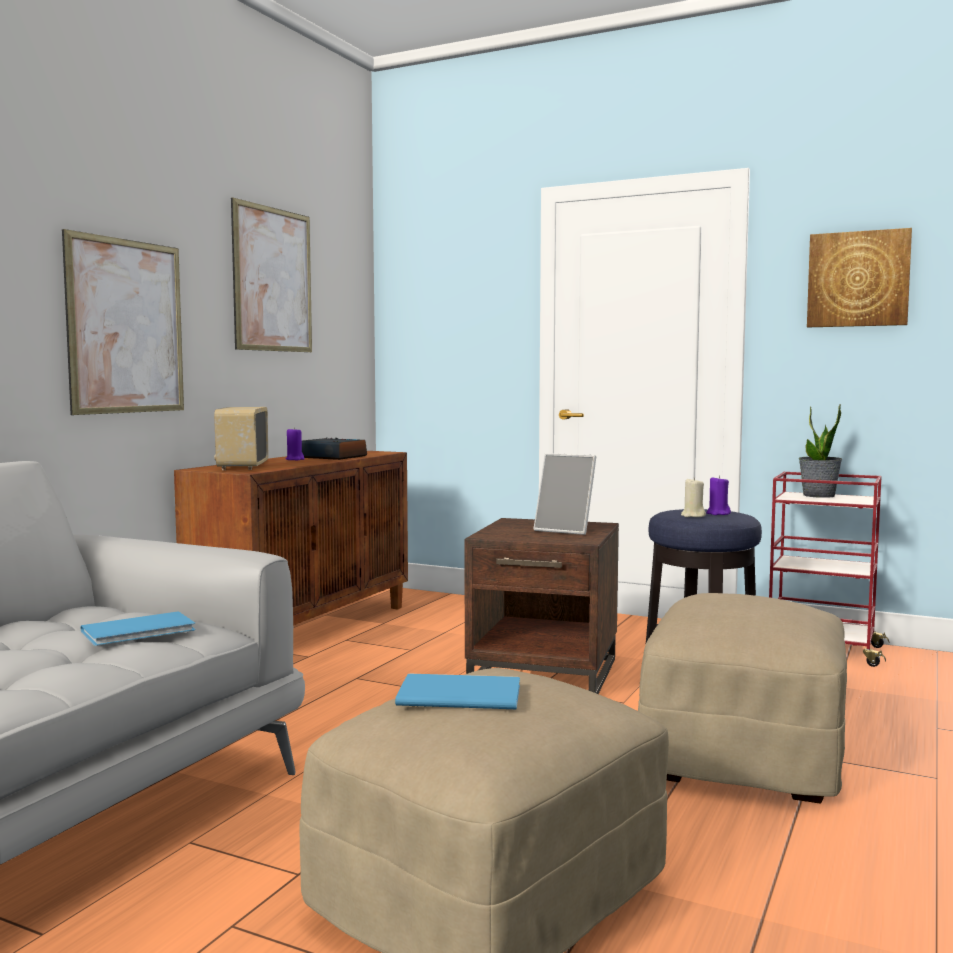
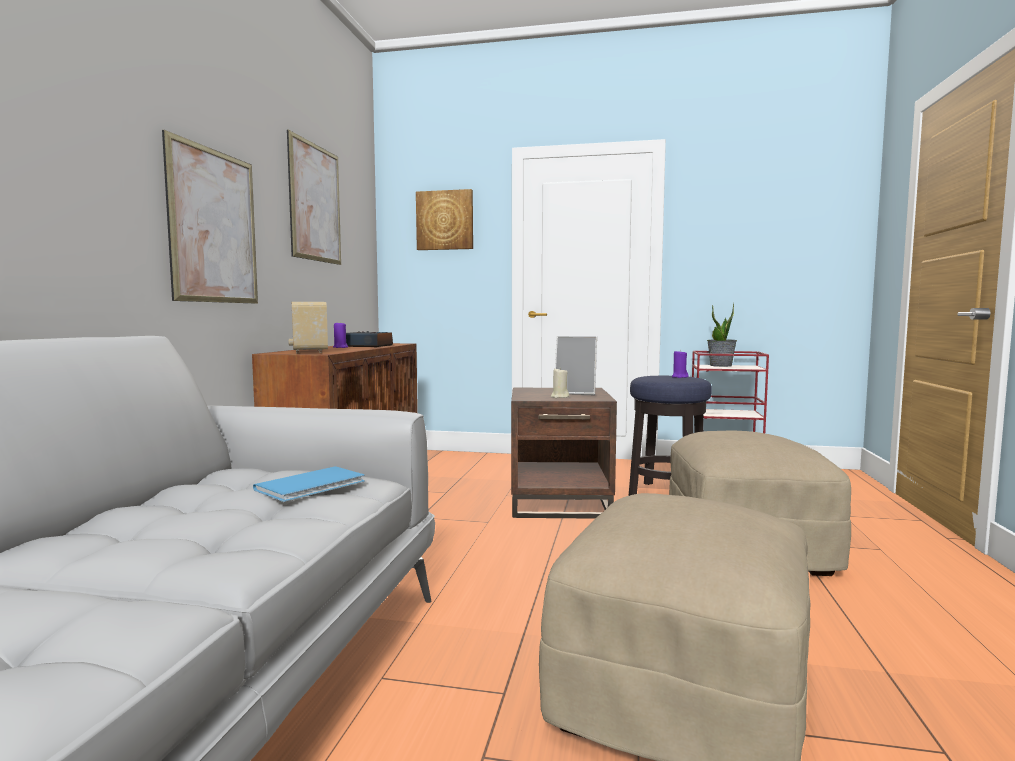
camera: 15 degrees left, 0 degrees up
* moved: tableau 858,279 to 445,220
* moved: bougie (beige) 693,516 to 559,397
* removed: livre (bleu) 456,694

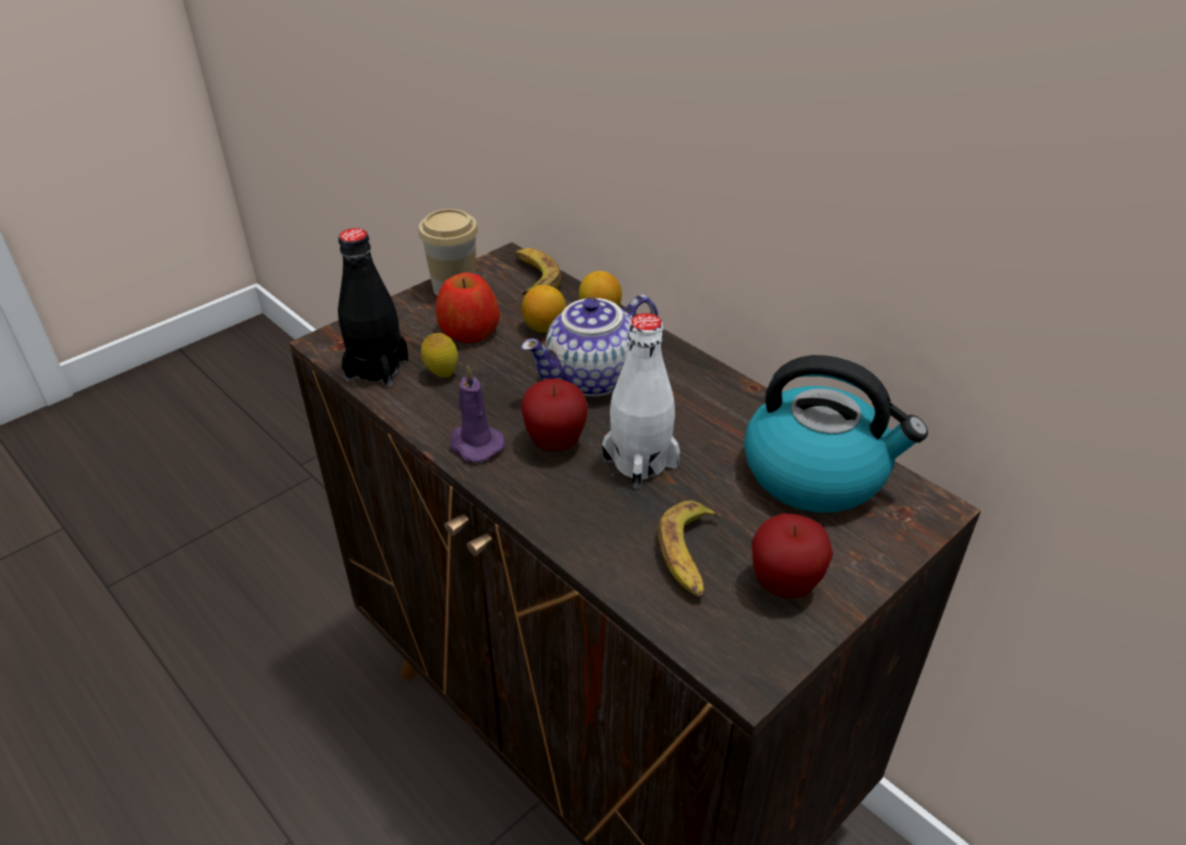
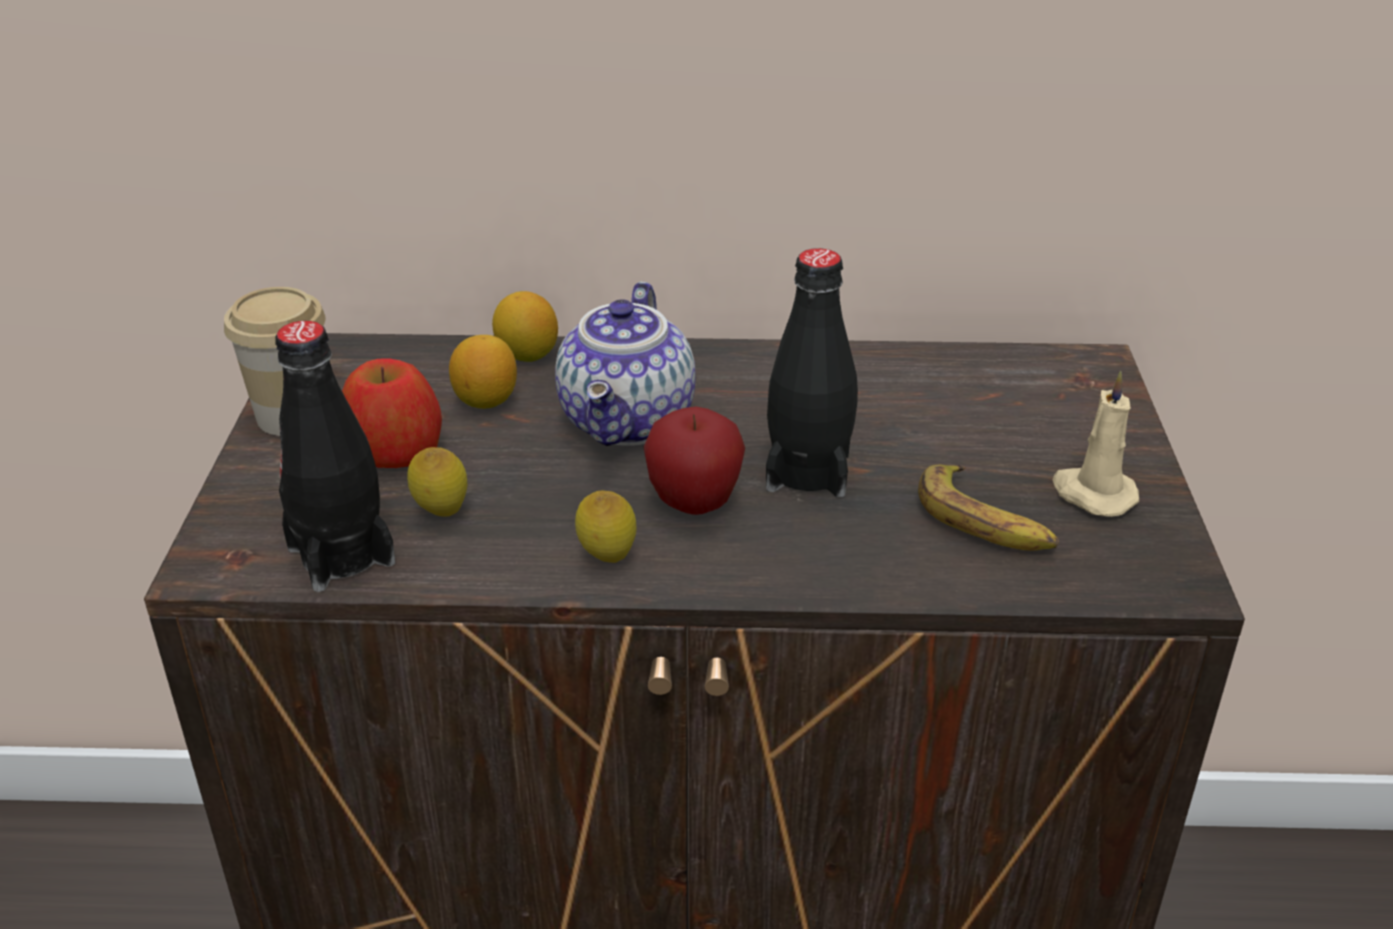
camera: 45 degrees left, 5 degrees down
* removed: banane 533,278
* recoloured: bouteille (blanc) 640,462 to bouteille (noir) 807,471
* removed: bouilloire 817,472
* replaced: bougie (violet) 474,444 to citron 607,559
* replaced: pomme 784,585 to bougie (beige) 1092,494

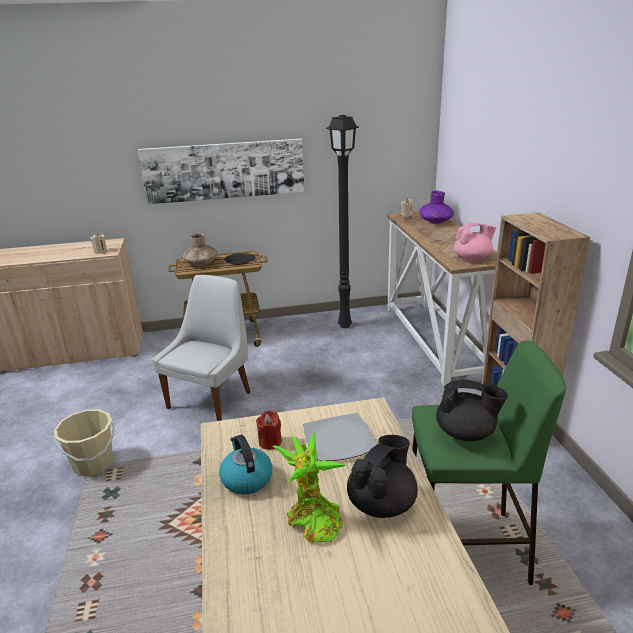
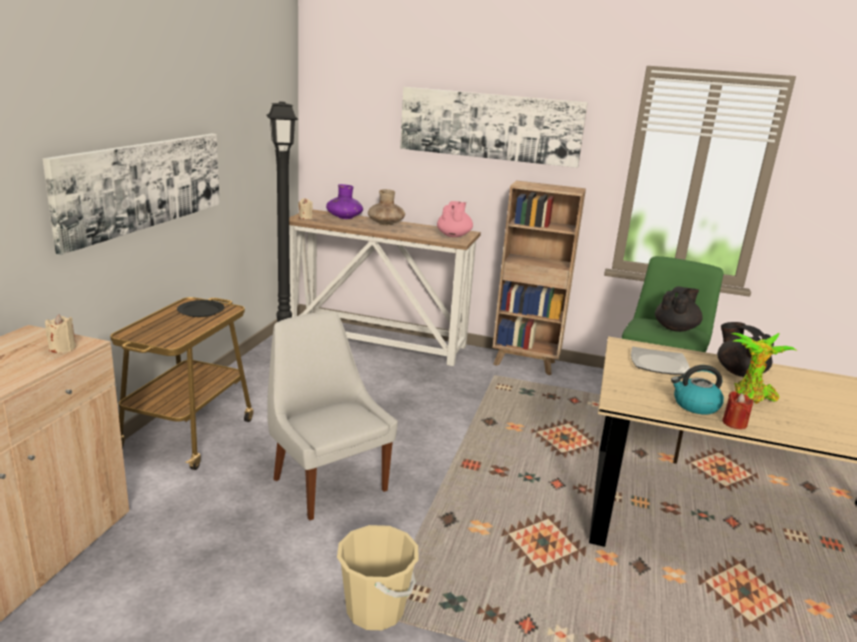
camera: 65 degrees left, 5 degrees down
* moved: vase (marron) 201,264 to 386,223
* moved: bougie (rouge) 270,442 to 734,423
* added: tableau 490,126

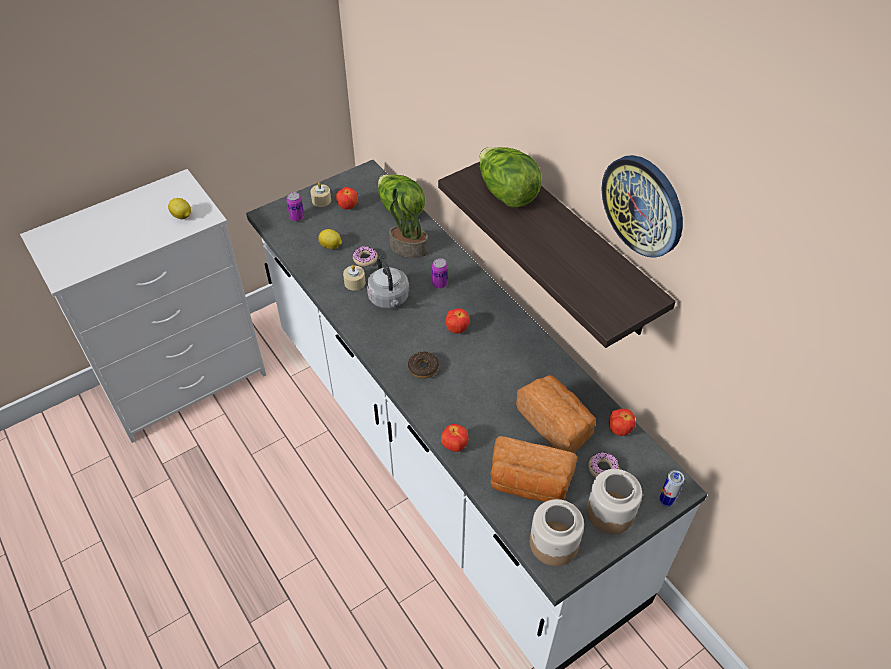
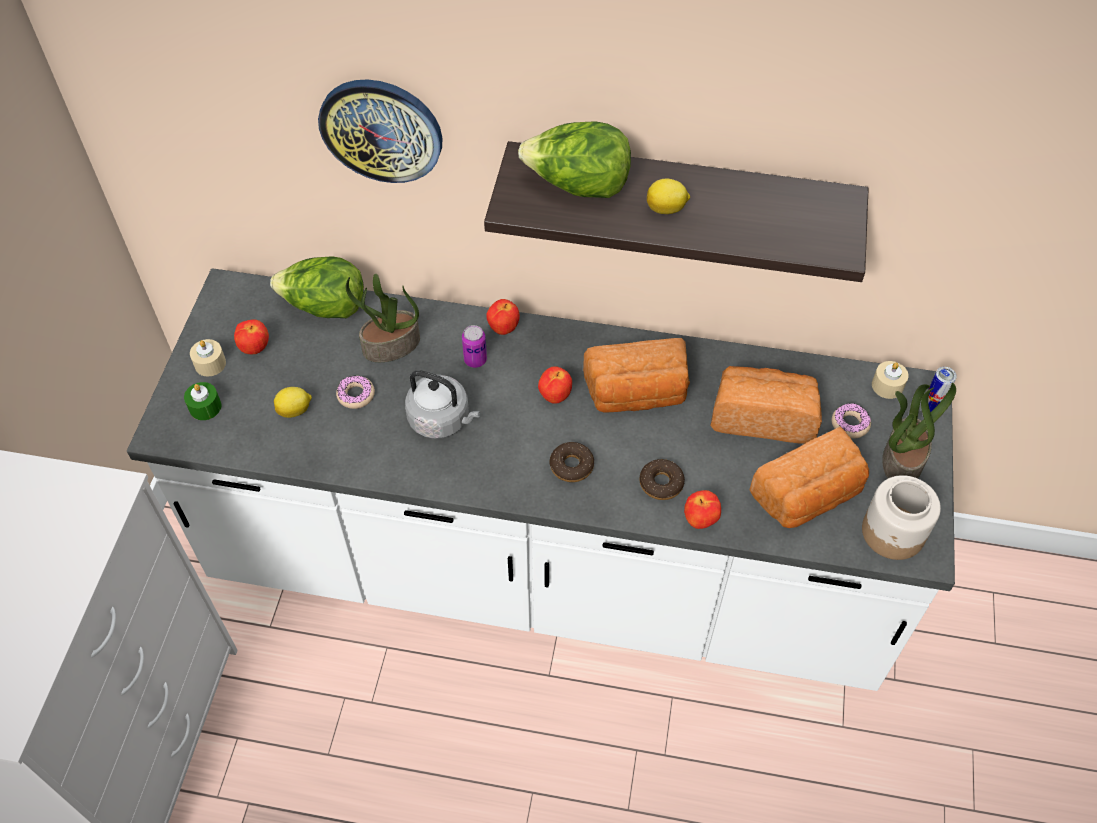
camera: 45 degrees left, 5 degrees up
* moved: horloge murale 643,205 to 381,130
* replaced: boîte métallique 297,217 to bougie (vert) 205,407
* moved: citron 182,216 to 666,209
* moved: bougie (beige) 354,282 to 887,386
* moved: pomme 619,430 to 503,328
* replaced: bocal 610,511 to plante en pot 901,459
* added: pain 637,394
* added: beignet 661,483

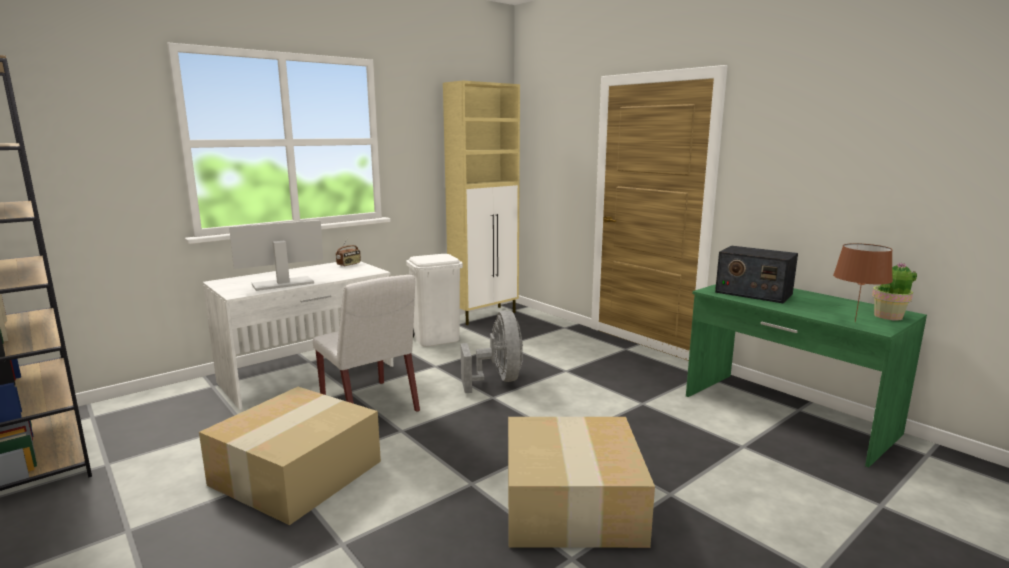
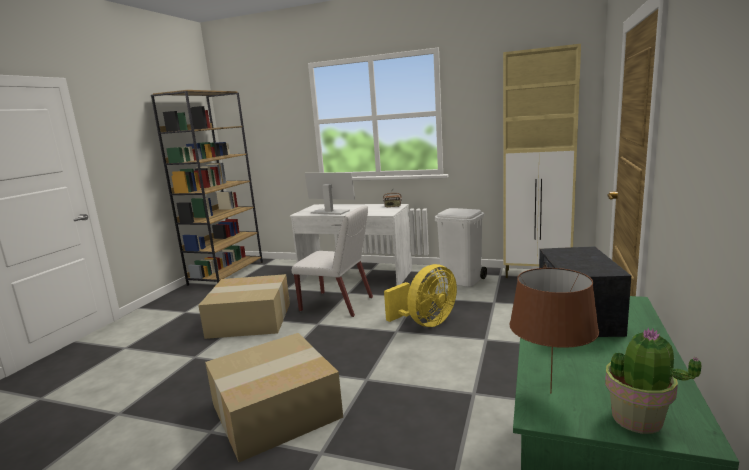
camera: 60 degrees right, 0 degrees up
* turned: chaise (blanc) 370,406 = 337,304 90 degrees counterclockwise
* recoloured: ventilateur (gris) 498,380 to ventilateur (jaune) 426,323

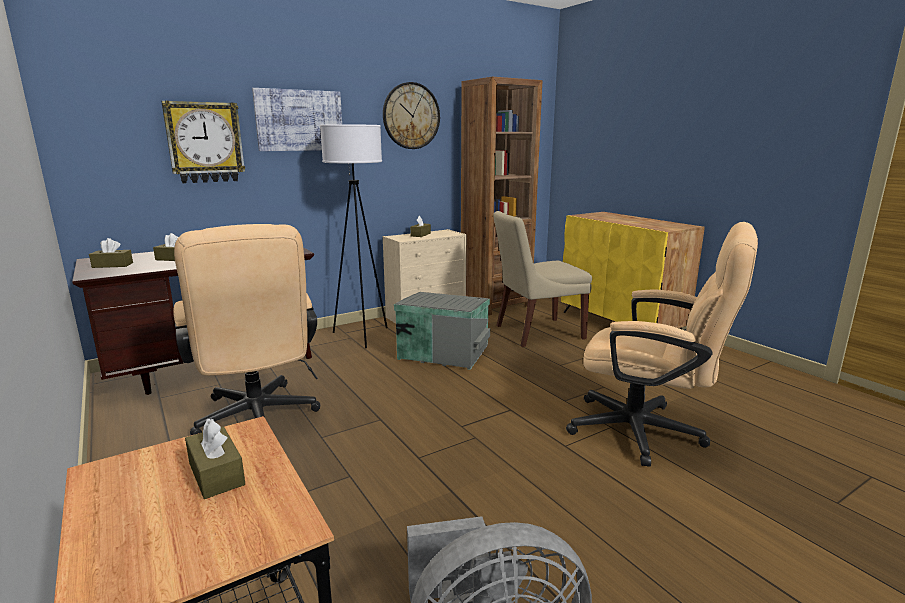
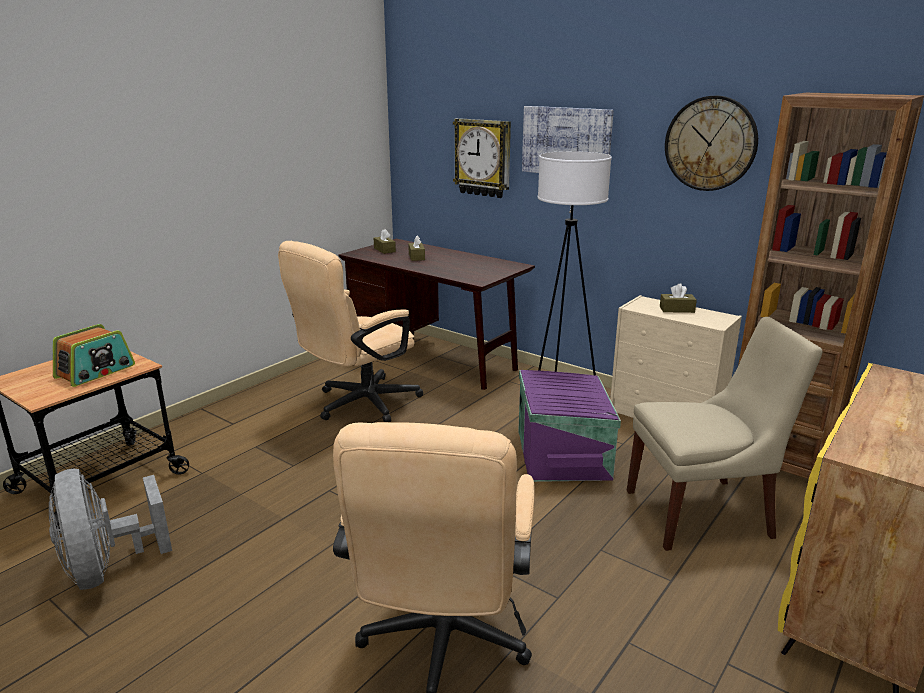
camera: 70 degrees right, 5 degrees up
* turned: chaise (beige) 536,333 = 702,513 120 degrees clockwise
* recoloured: boîte de rangement (gris) 443,351 to boîte de rangement (violet) 564,454
* replaced: boîte à mouchoirs (marron) 216,474 to radio 96,371

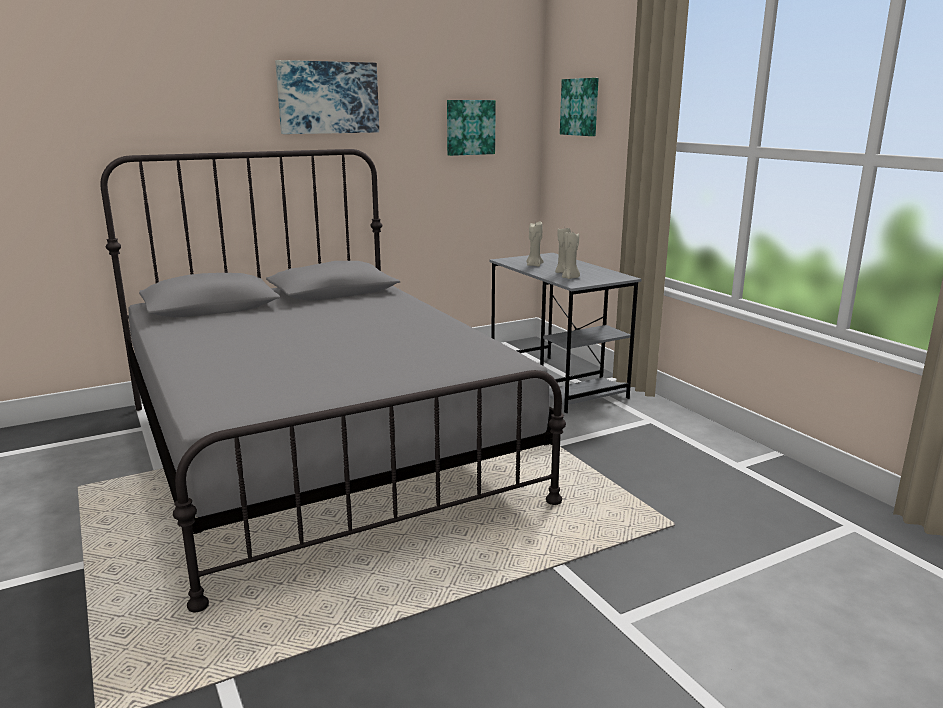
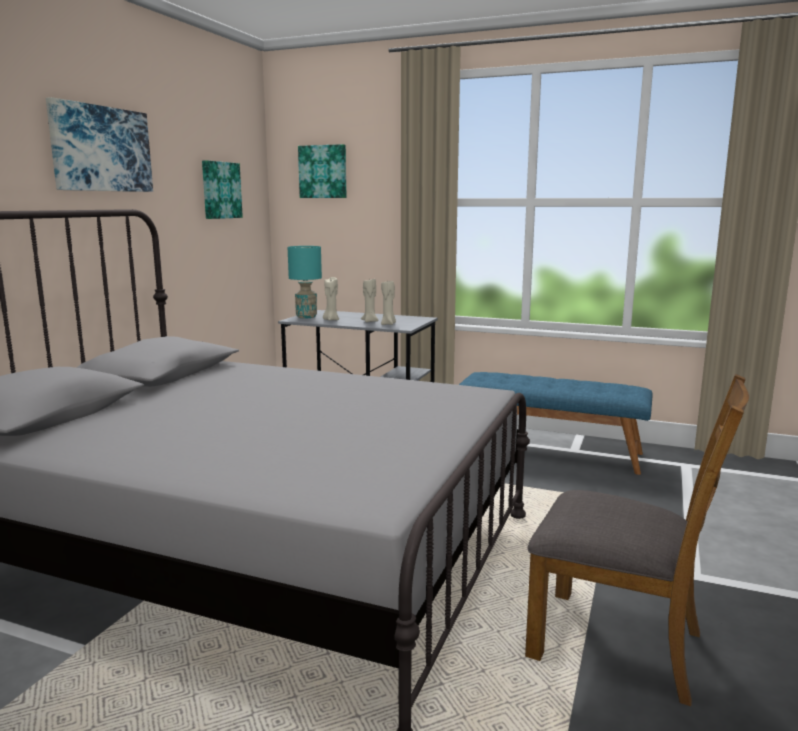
camera: 40 degrees left, 5 degrees down
* added: lampe de table (turquoise) 306,317
* added: banc (bleu) 549,451
* added: chaise (marron) 618,644

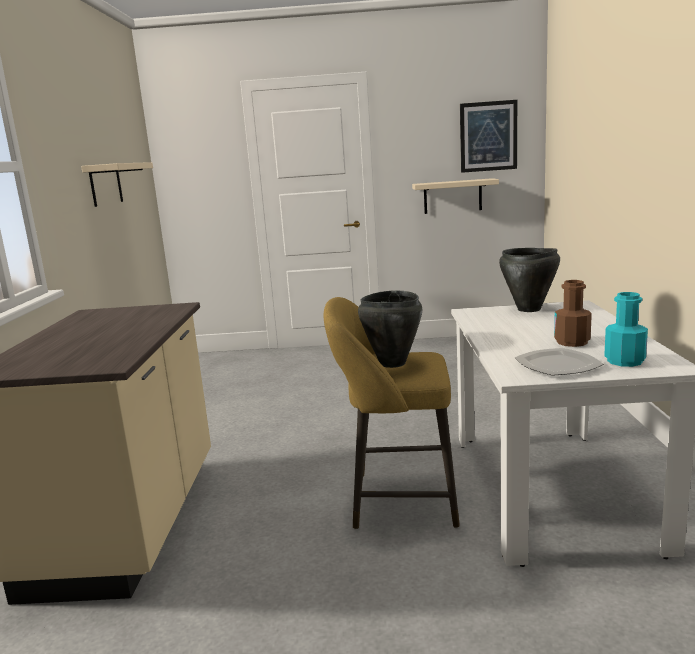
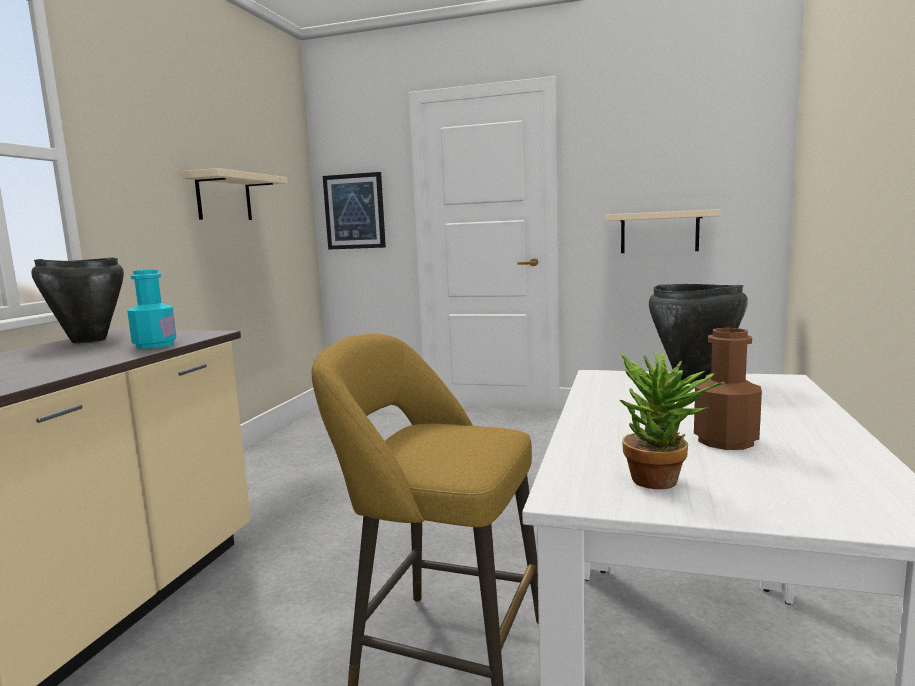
camera: 15 degrees right, 5 degrees down
* moved: tableau 488,136 to 354,211
* moved: marmite (noir) 392,363 to 88,340
* moved: bouteille (turquoise) 624,361 to 155,345
* replaced: assiette 557,365 to plante en pot 663,483

